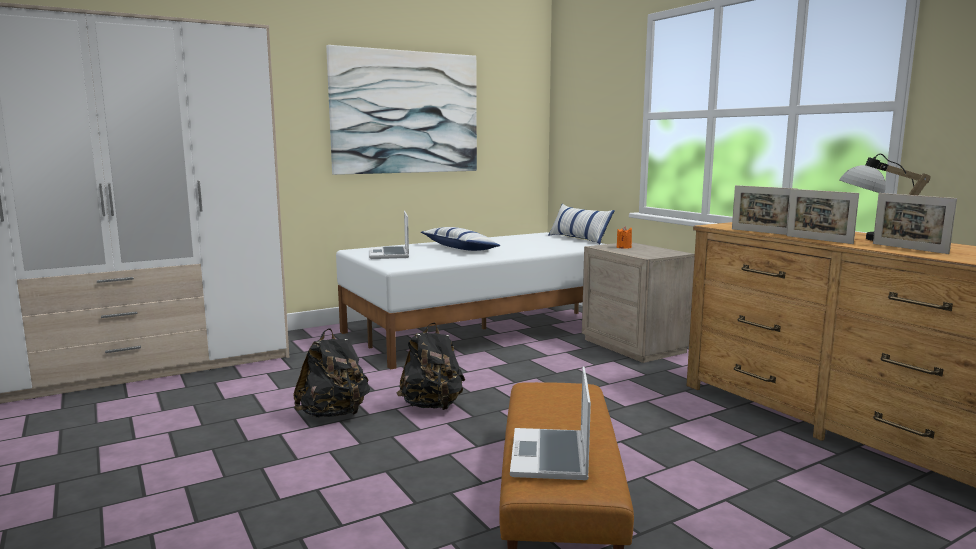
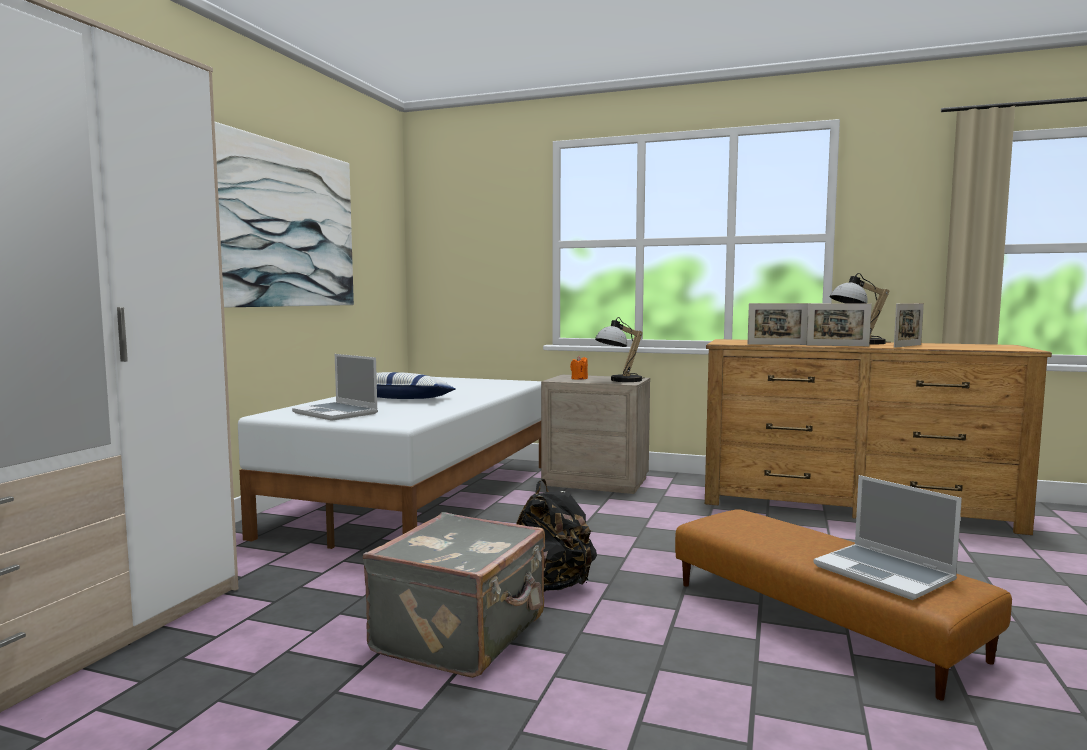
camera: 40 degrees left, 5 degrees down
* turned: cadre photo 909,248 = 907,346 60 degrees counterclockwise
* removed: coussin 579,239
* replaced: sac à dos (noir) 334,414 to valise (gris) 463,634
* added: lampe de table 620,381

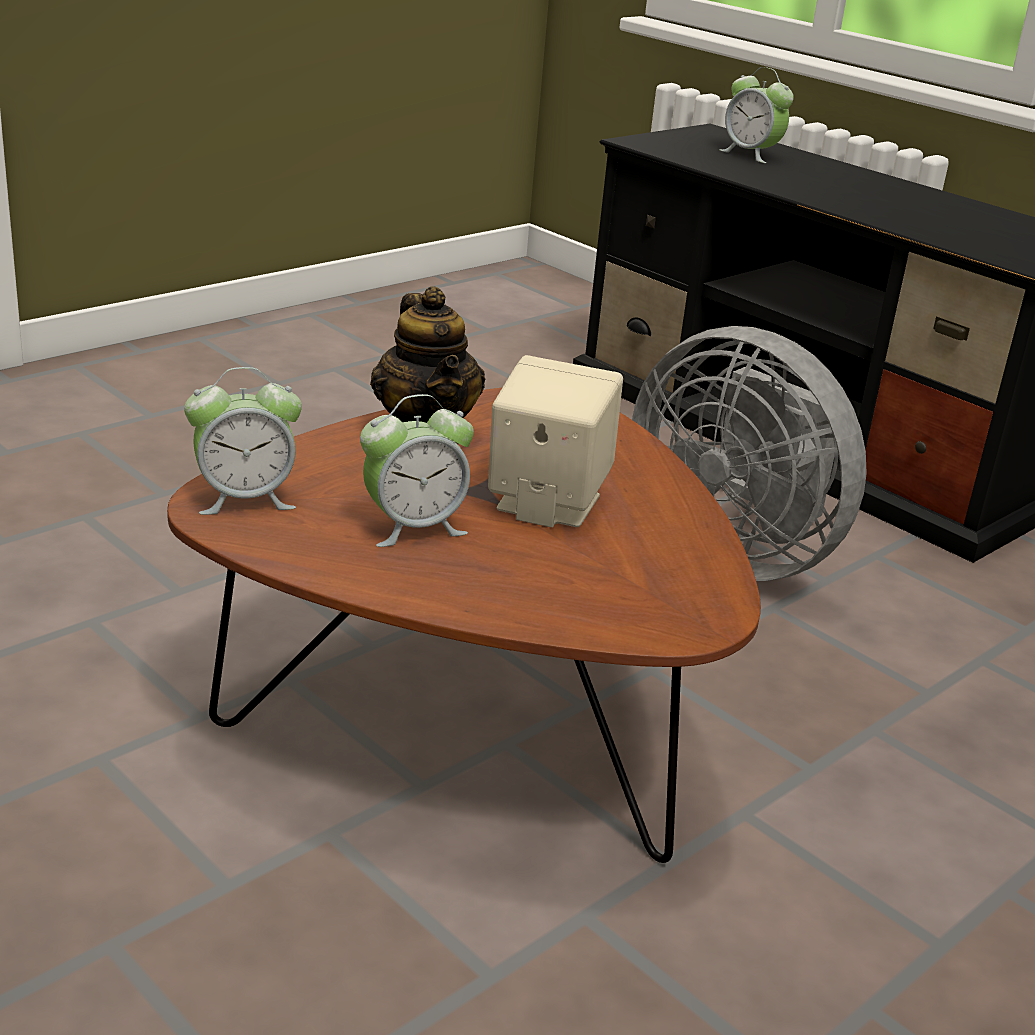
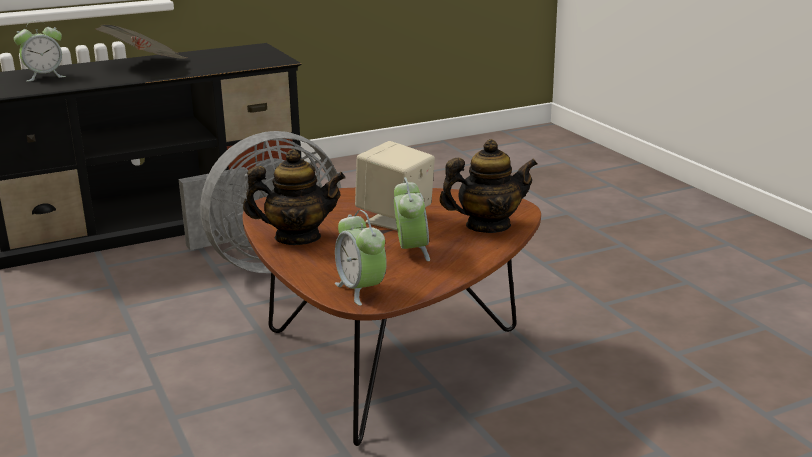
camera: 70 degrees left, 5 degrees down
* turned: réveil 245,499 = 361,290 150 degrees clockwise
* added: journal 146,65
* added: théière 487,226

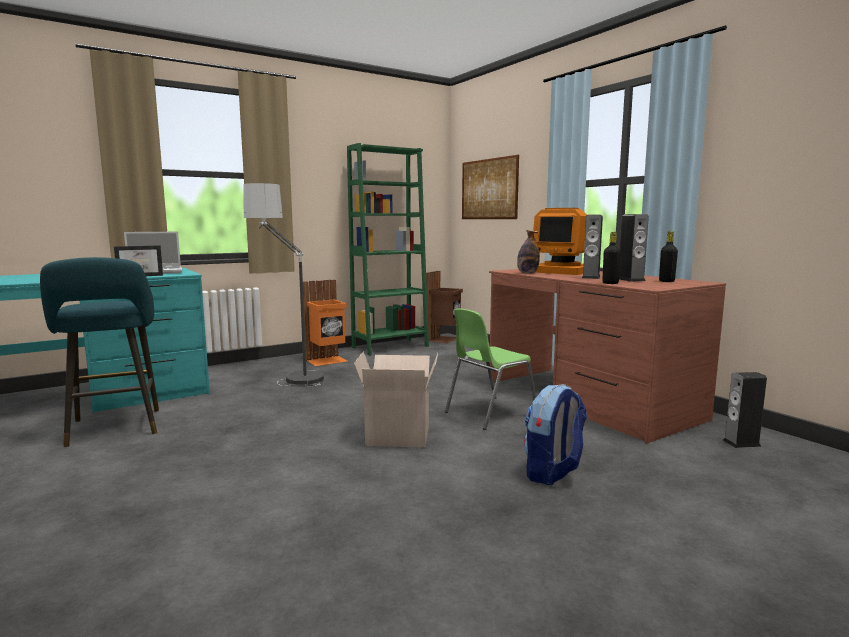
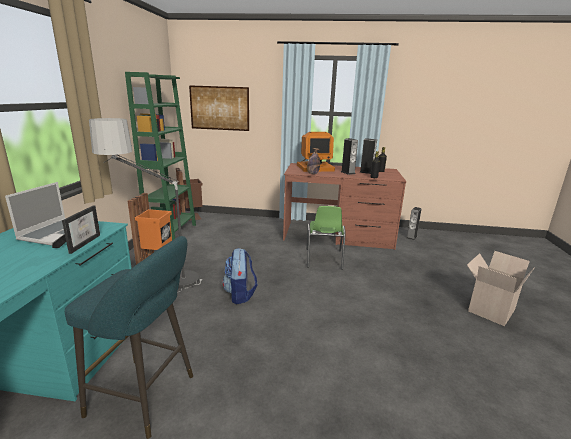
camera: 50 degrees left, 10 degrees up
* moved: carton 399,435 to 490,309
* moved: sac à dos 553,473 to 240,294

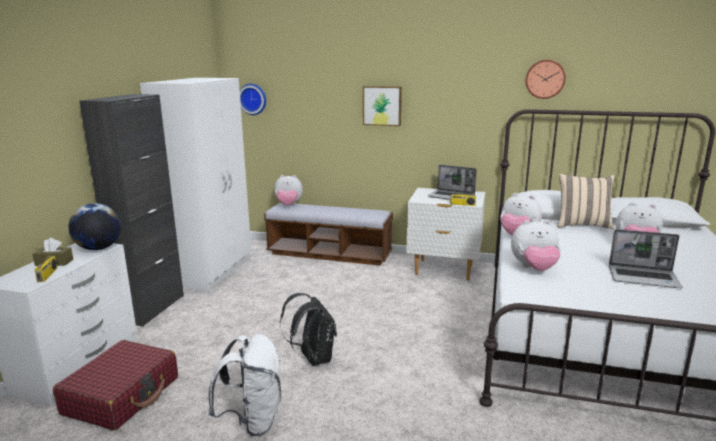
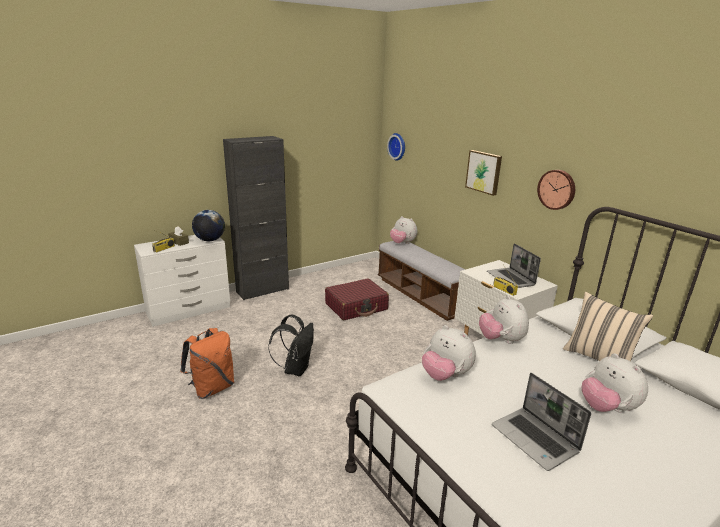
camera: 40 degrees right, 5 degrees up
* moved: horloge murale 545,79 to 557,189
* removed: armoire (blanc) 212,271
* recoloured: sac à dos (blanc) 252,420 to sac à dos (orange) 212,388
* moved: valise (rouge) 122,395 to 356,307

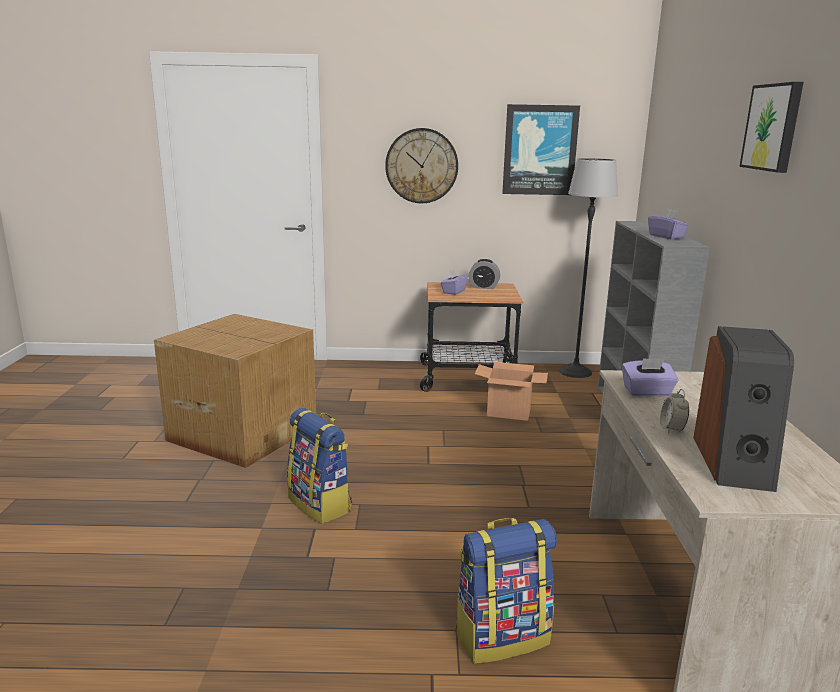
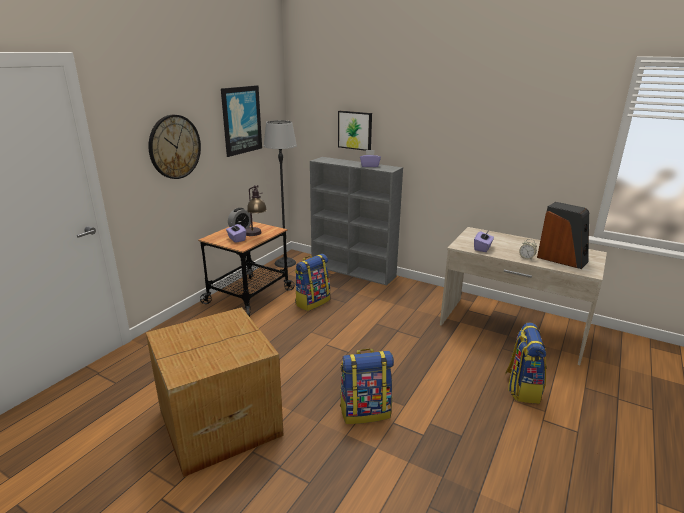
camera: 60 degrees left, 5 degrees up
* moved: tableau 773,127 to 355,130
* replaced: carton 509,412 to sac à dos 312,302
* added: lampe de table 255,235

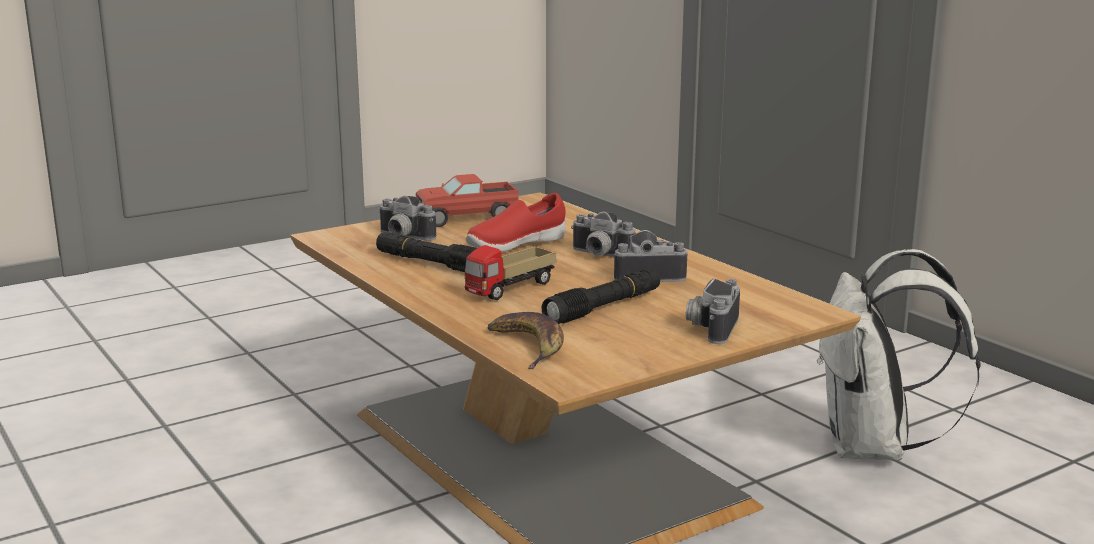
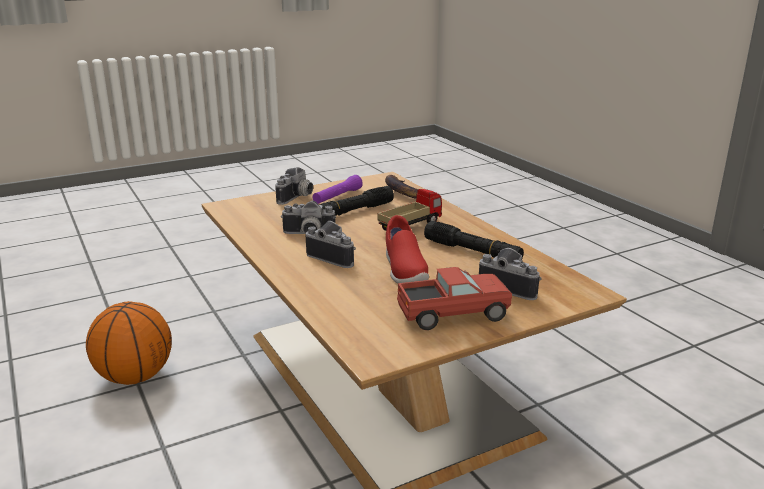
camera: 175 degrees left, 5 degrees up
* turned: chaussure (rouge) 515,246 = 403,270 105 degrees clockwise
* replaced: sac à dos (blanc) 873,448 to ballon de basket 135,377
* added: lampe de poche (violet) 337,197

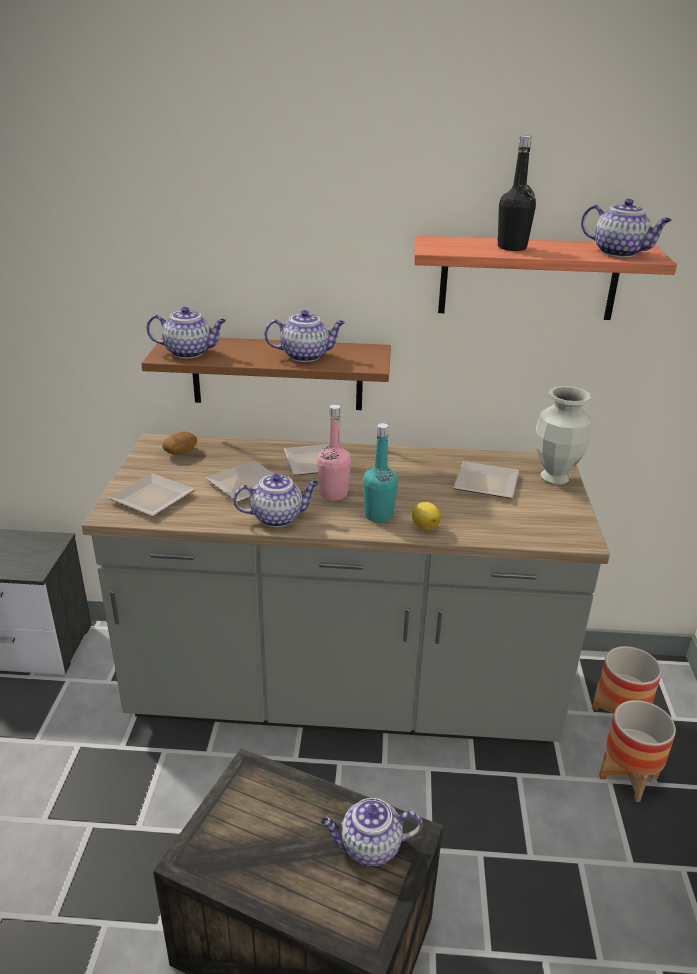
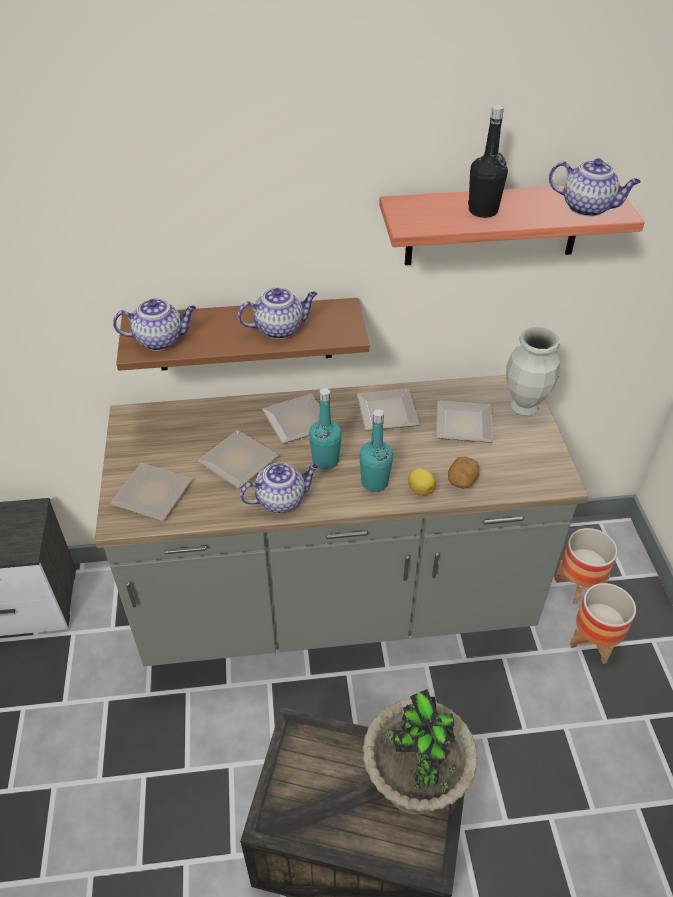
camera: 10 degrees left, 15 degrees up
* recoloured: bouteille (rose) 333,494 to bouteille (turquoise) 325,461
* moved: pomme de terre 180,452 to 462,480
* replaced: théière 369,847 to plante en pot 414,782
* added: assiette 385,414

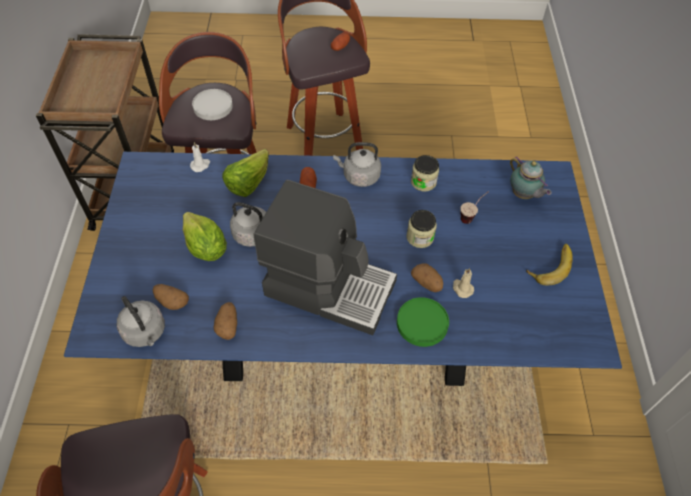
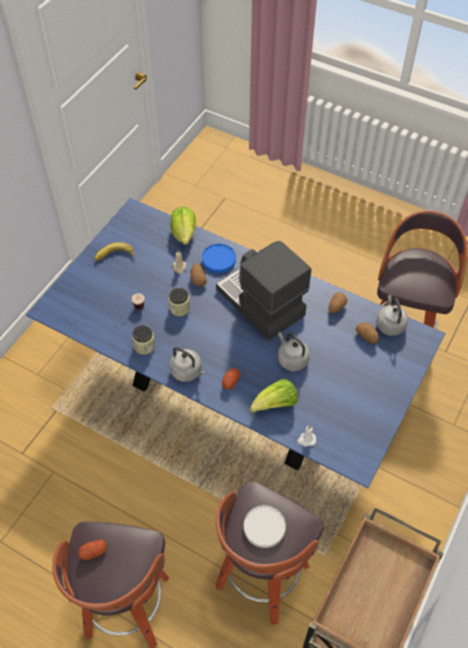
camera: 150 degrees left, 0 degrees up
* removed: théière 523,195
* moved: laitue 205,248 to 184,233
* recoloured: assiette (vert) 421,323 to assiette (bleu) 218,260

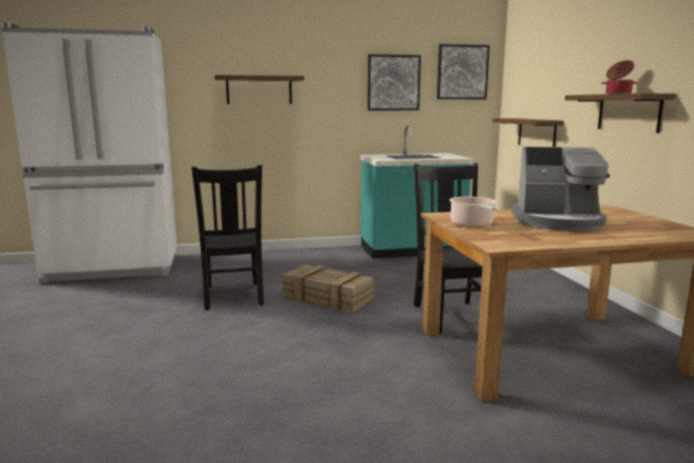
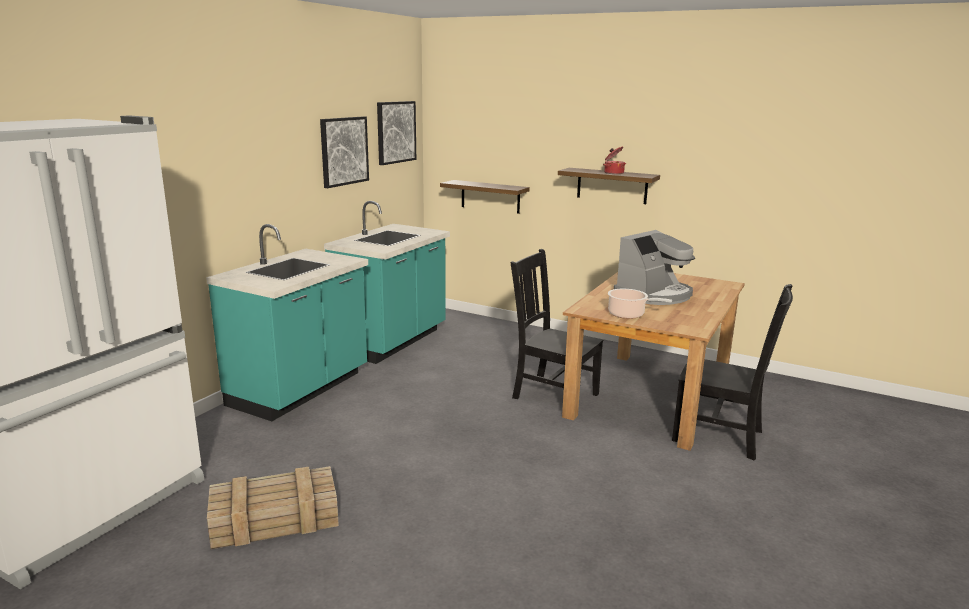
camera: 50 degrees left, 5 degrees up
* removed: étagère 259,90
* moved: chaise (noir) 233,296 to 721,436
* moved: caisse 329,298 to 277,519
* added: comptoir de cuisine (turquoise) 301,390

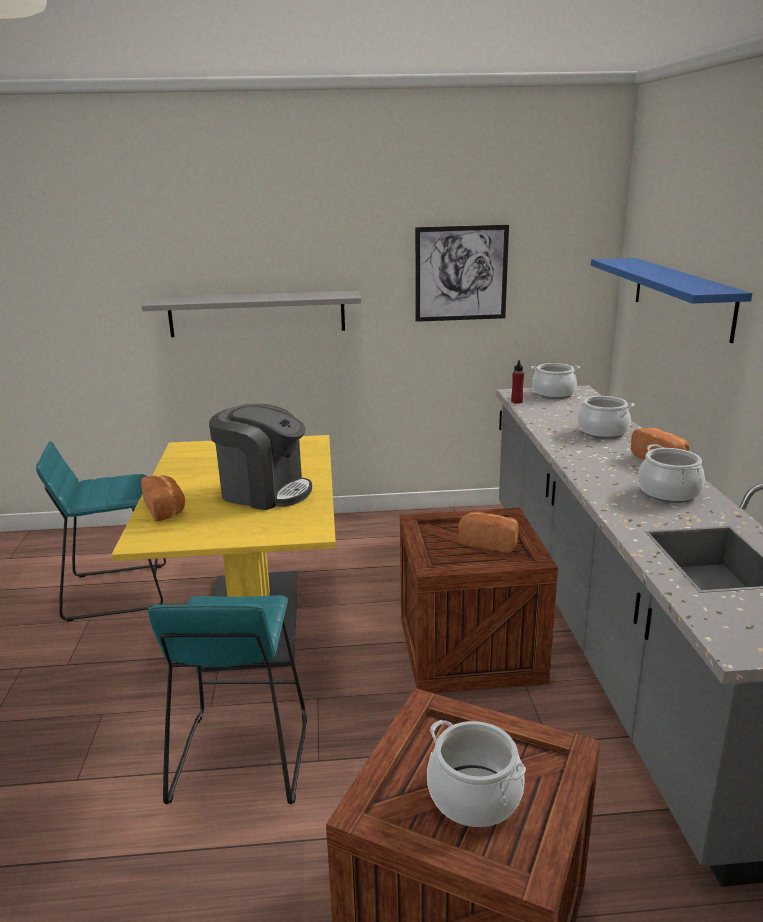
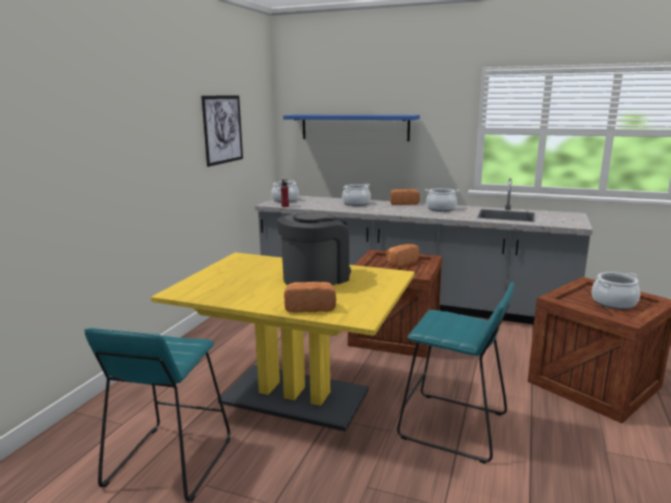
camera: 65 degrees left, 5 degrees down
* removed: étagère (gris) 257,314

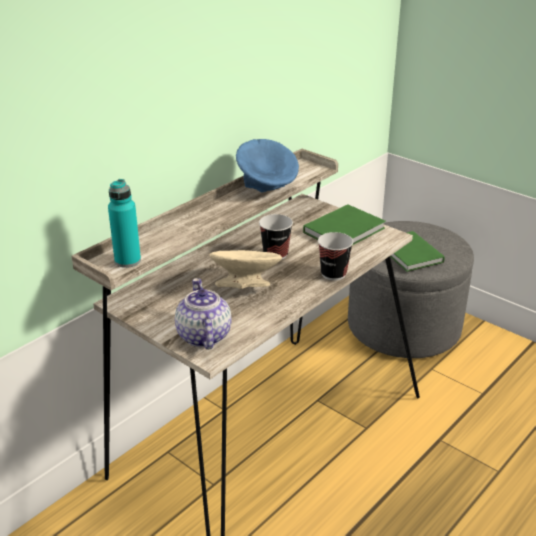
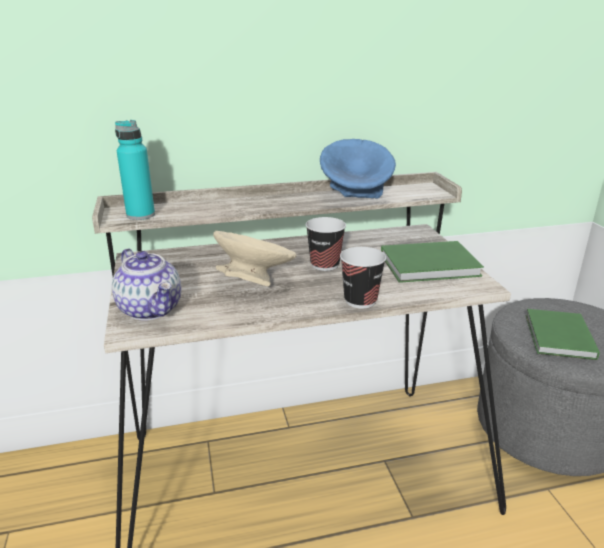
camera: 35 degrees right, 5 degrees down
* turned: théière 203,336 = 151,309 120 degrees clockwise

